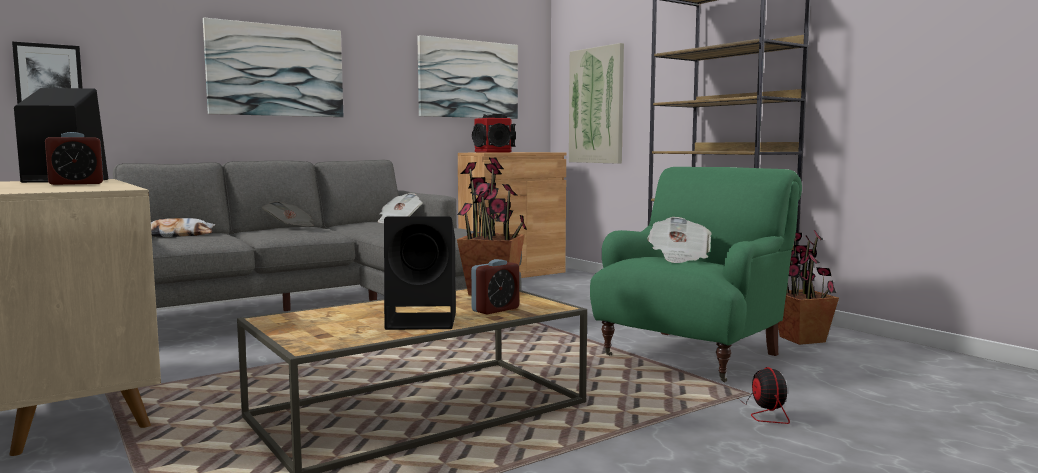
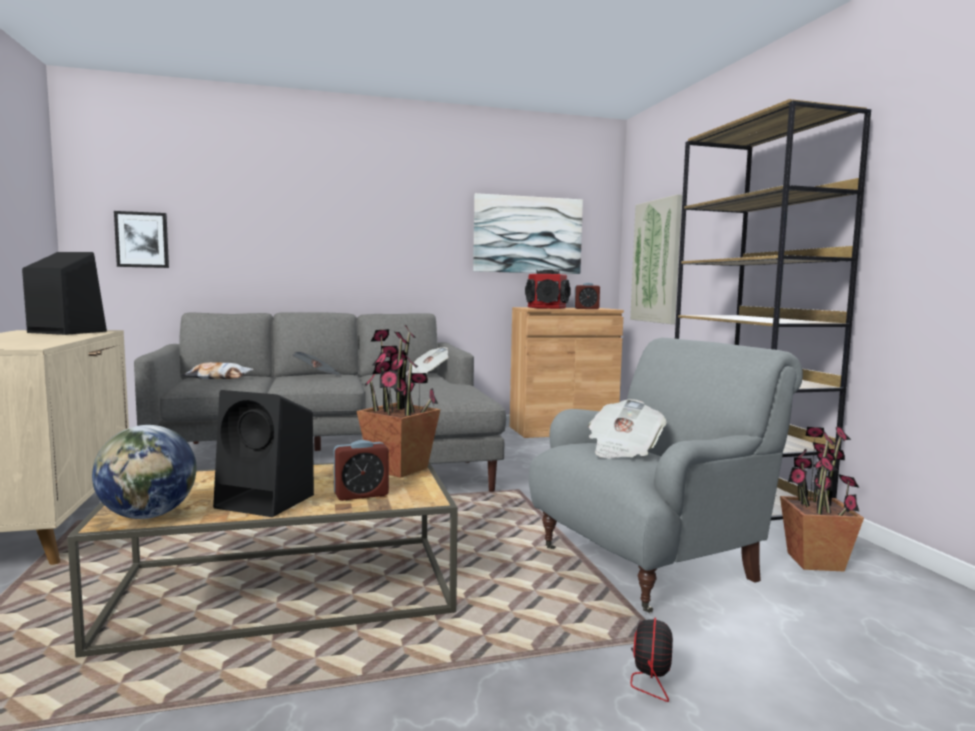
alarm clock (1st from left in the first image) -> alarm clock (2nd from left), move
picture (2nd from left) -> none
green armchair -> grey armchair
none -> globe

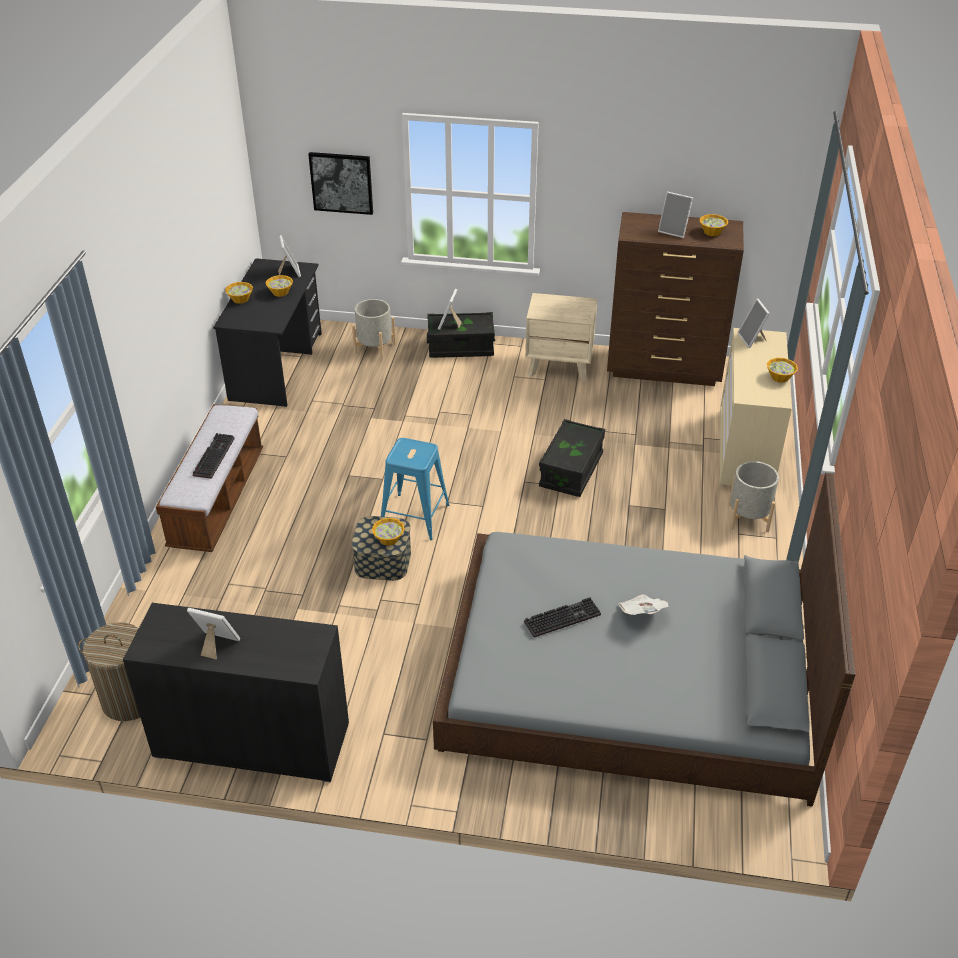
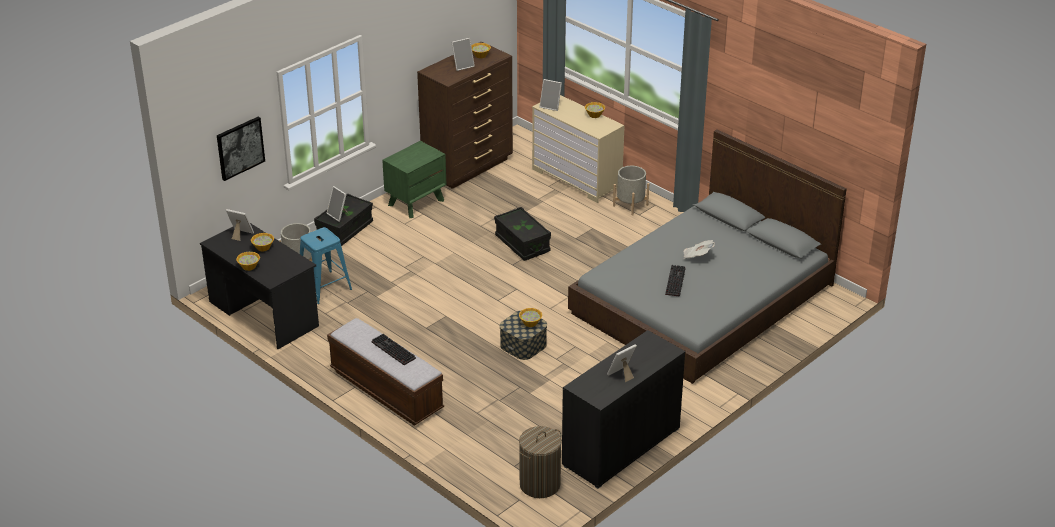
blue stool, move
beige nightstand -> green nightstand

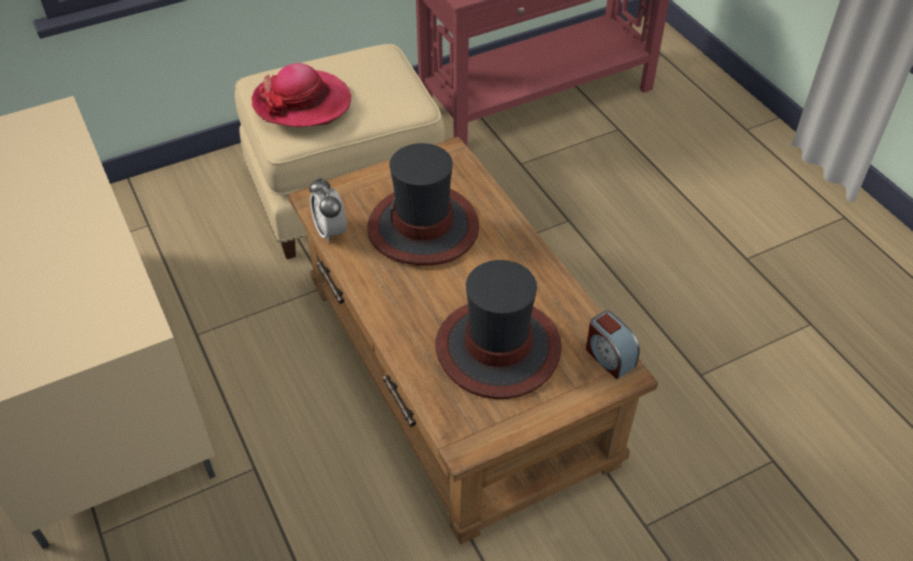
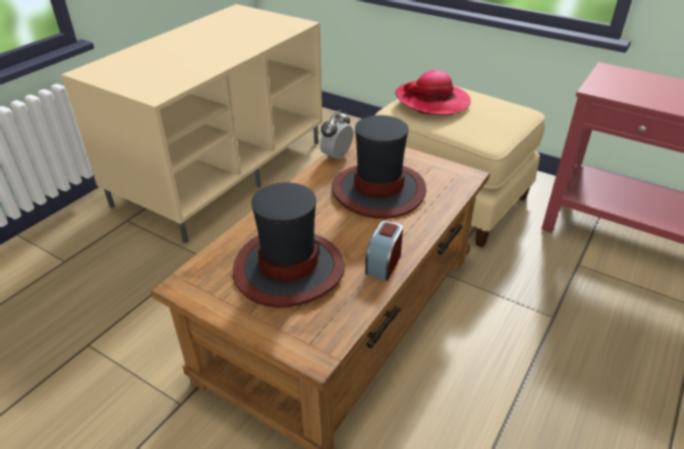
alarm clock (2nd from left), move

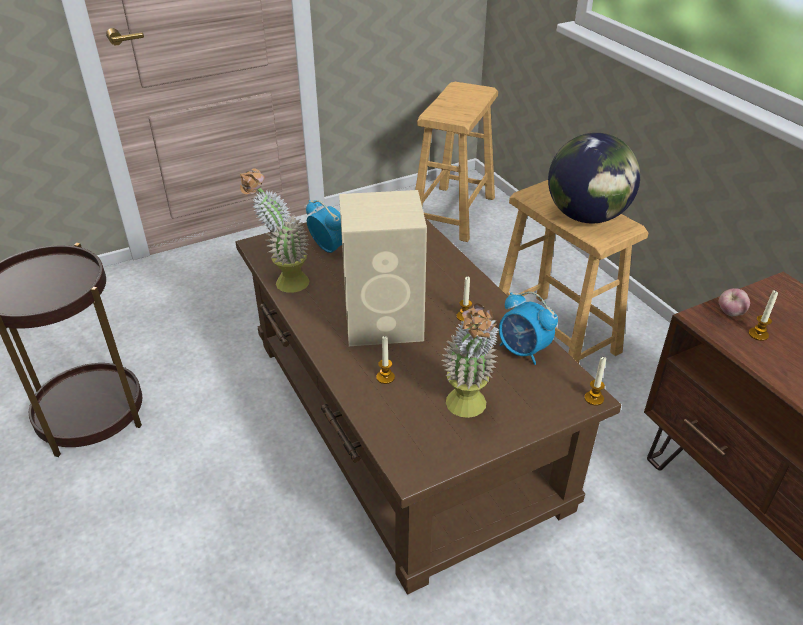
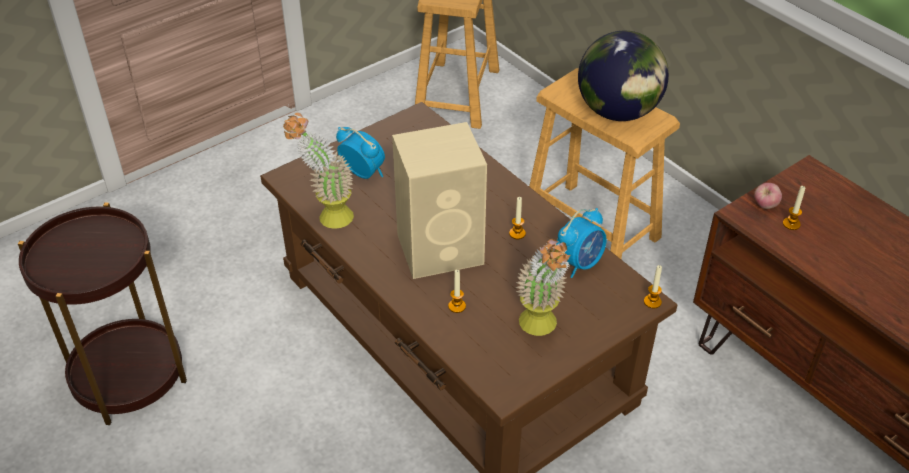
alarm clock (2nd from left), 75 degrees counterclockwise

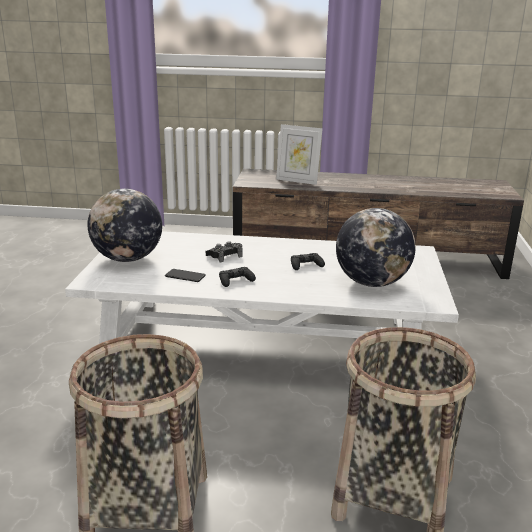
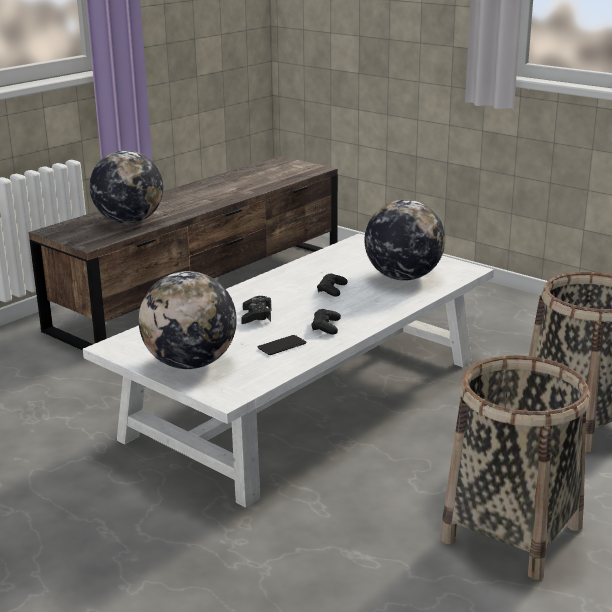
picture frame -> globe (1st from left)

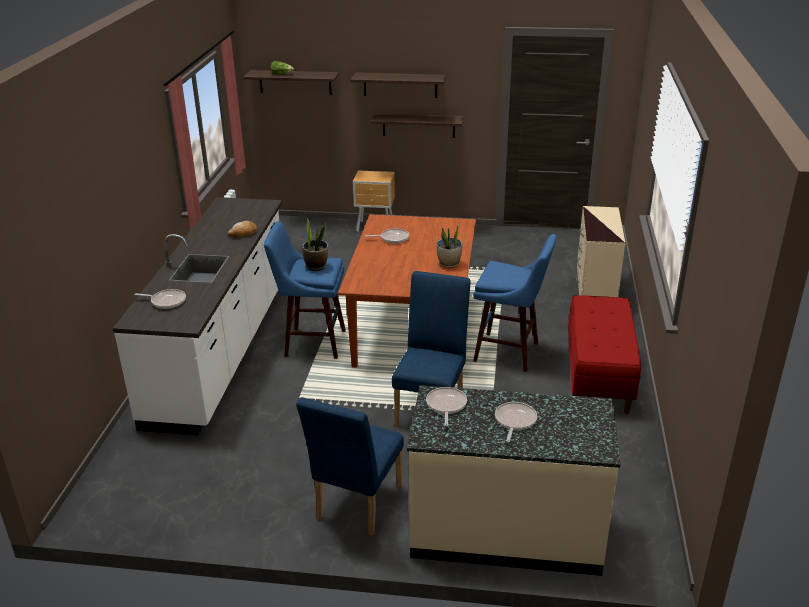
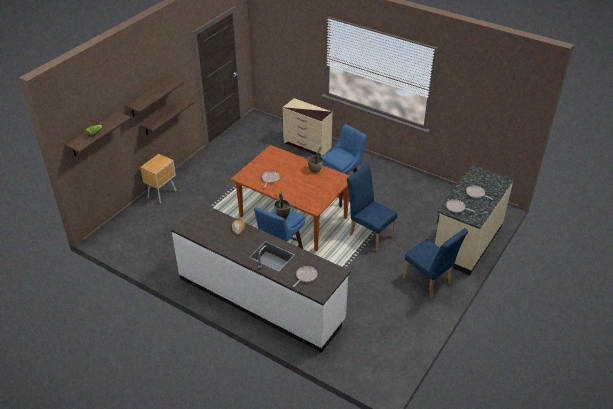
red bench -> none

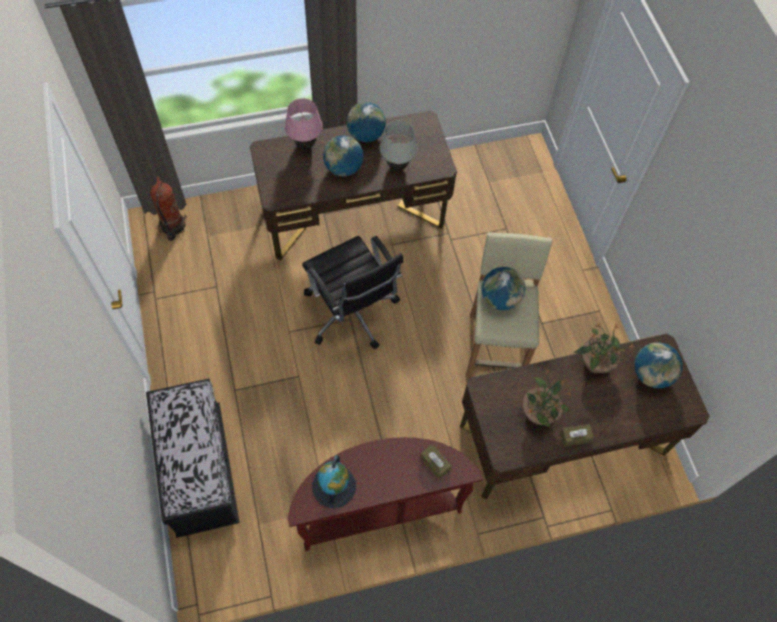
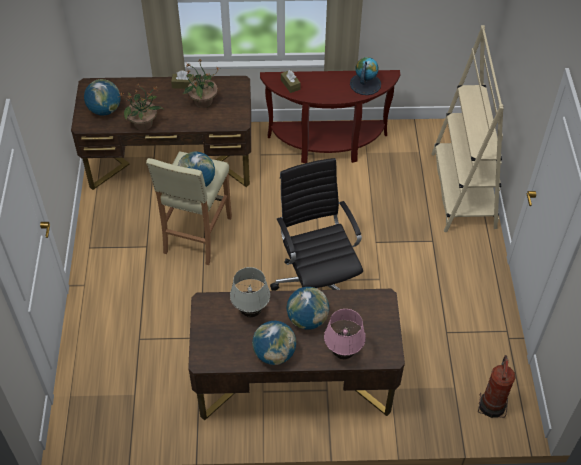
black bench -> beige bookcase

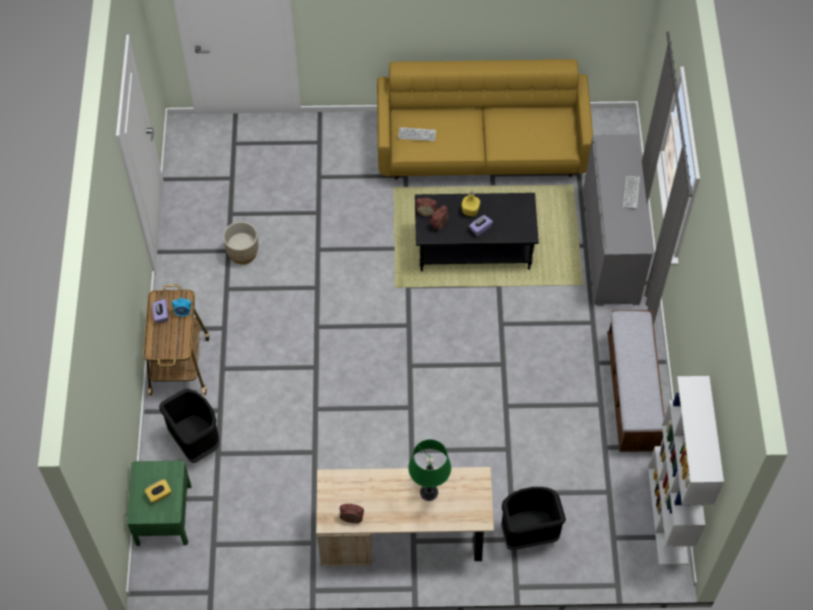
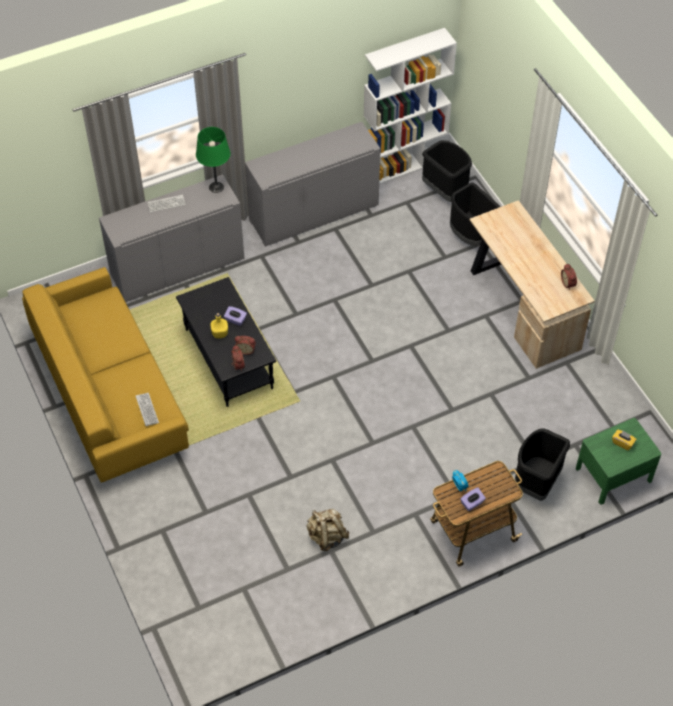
beige planter -> beige backpack
green table lamp, move
bench -> grey cabinet (2nd from left)
none -> black trash can (1st from left)

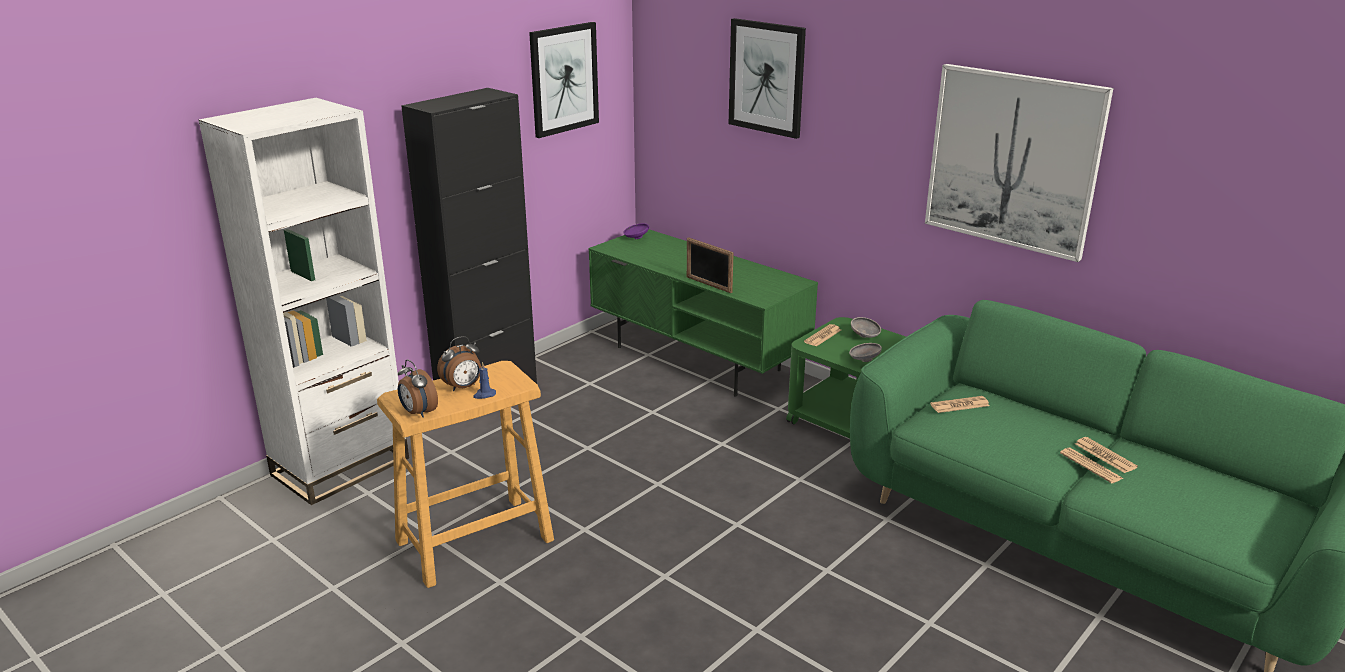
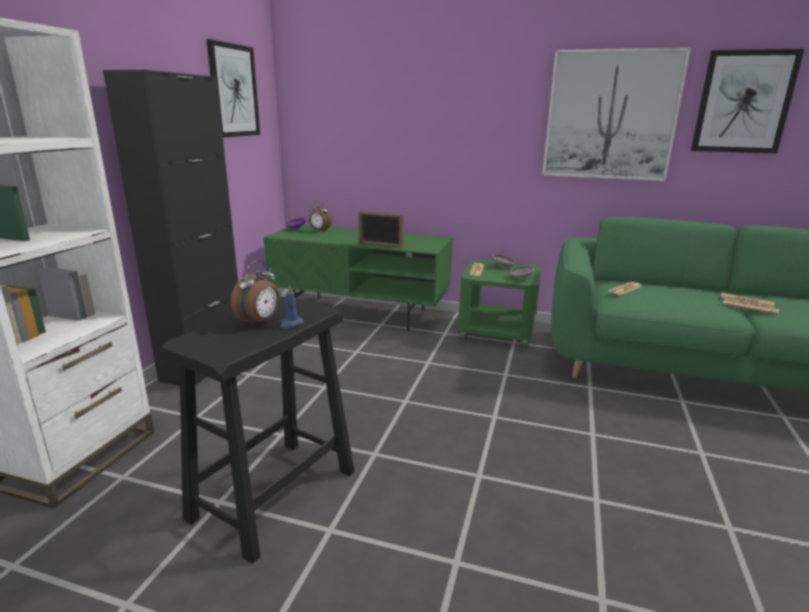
beige stool -> black stool
alarm clock (1st from left in the first image) -> alarm clock (2nd from left), move
picture (2nd from left in the first image) -> picture (3rd from left), move

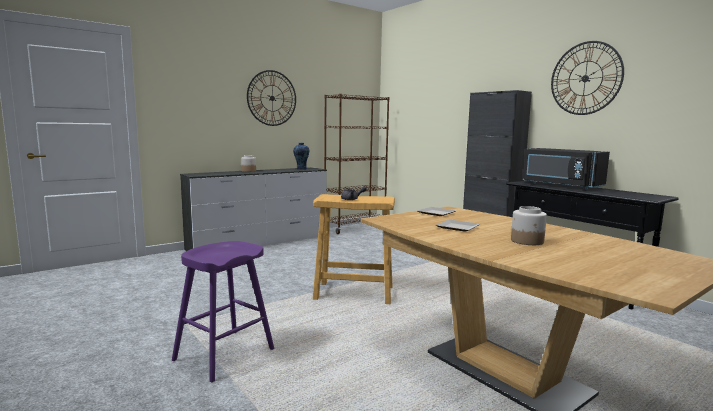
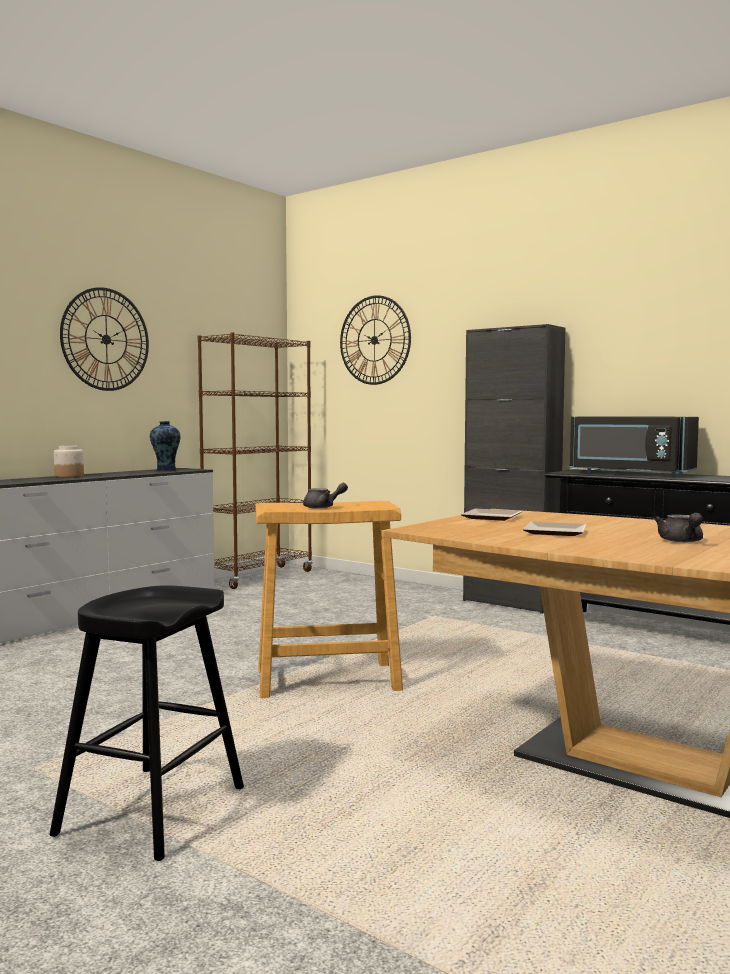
purple stool -> black stool
jar (2nd from left) -> grey teapot (2nd from left)
wall clock (2nd from left), move

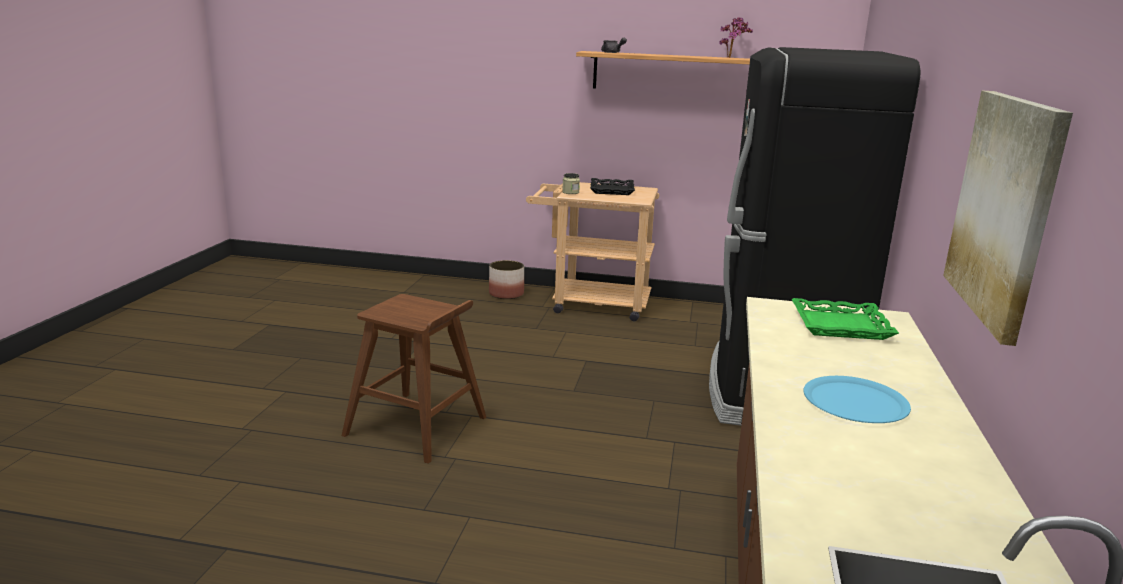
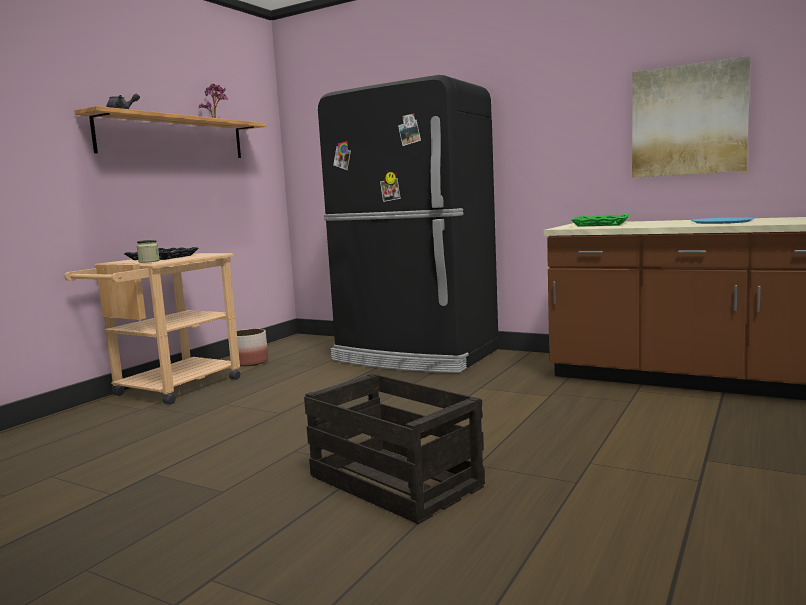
brown stool -> crate
planter, move

